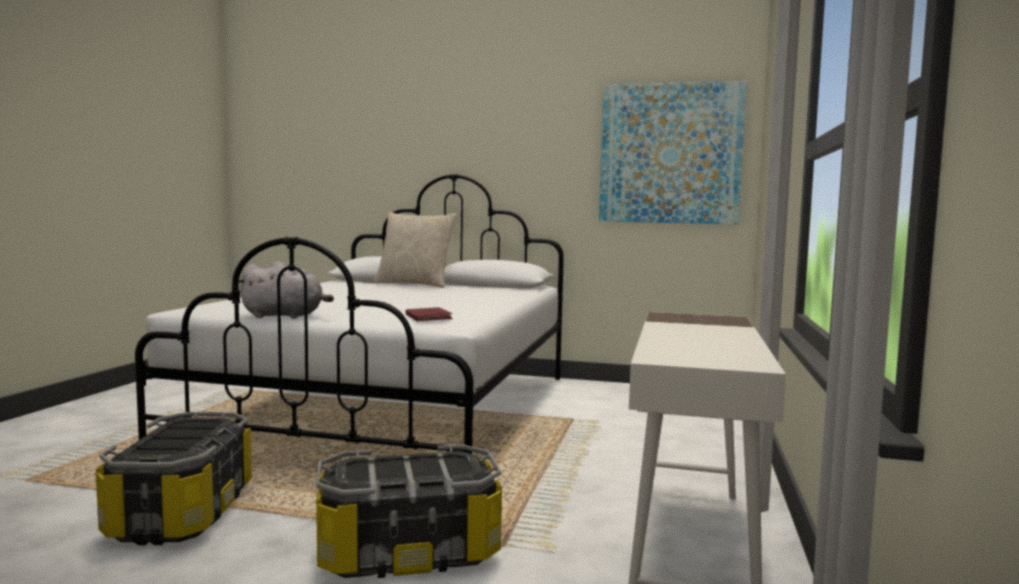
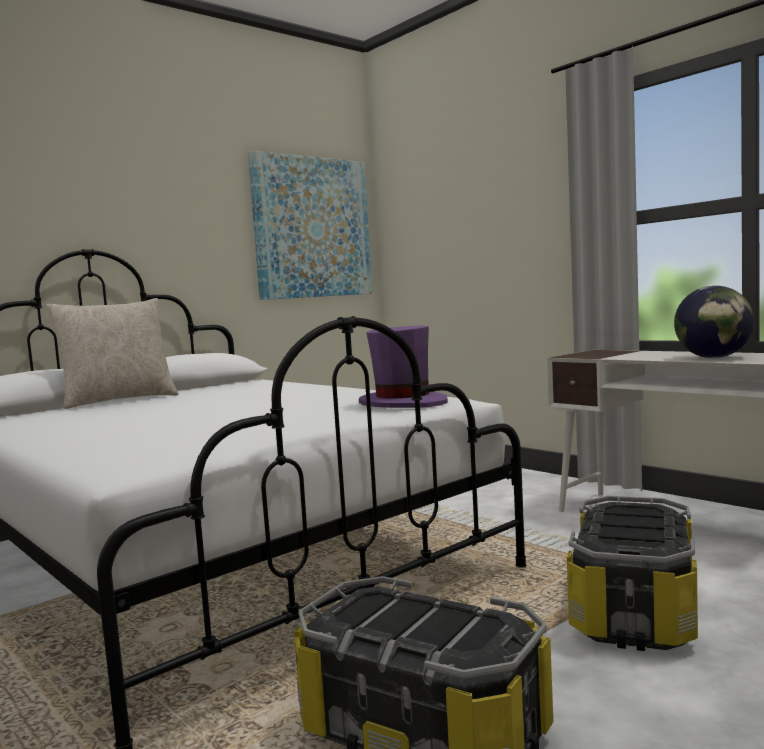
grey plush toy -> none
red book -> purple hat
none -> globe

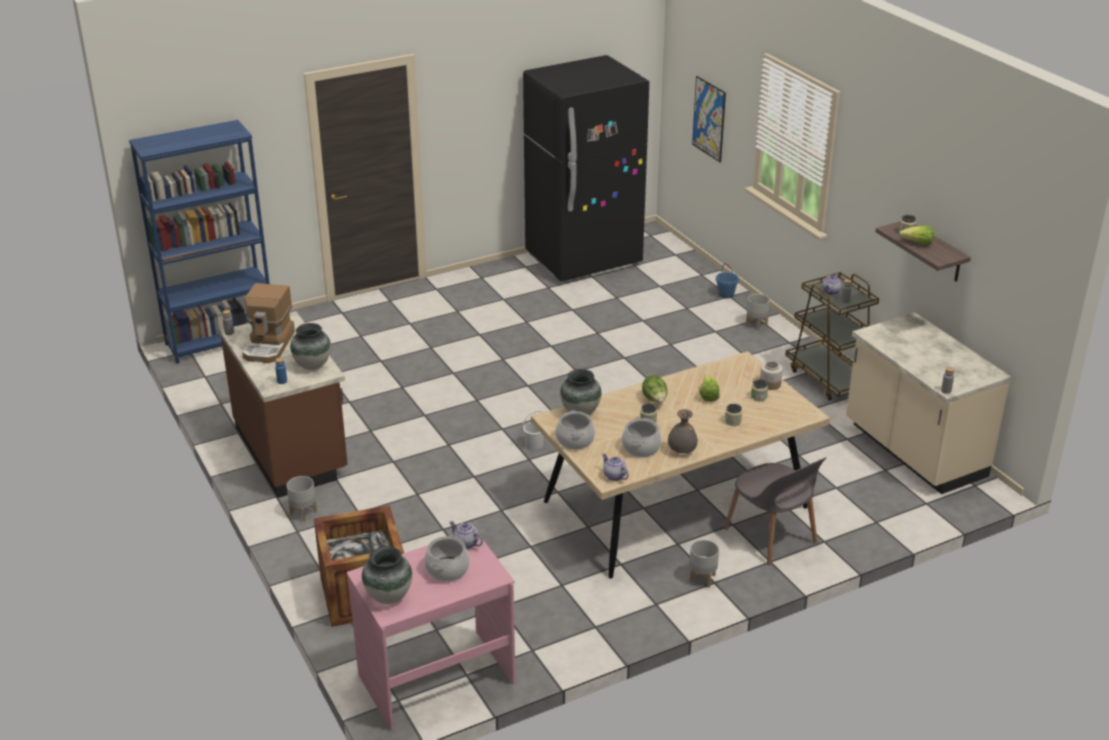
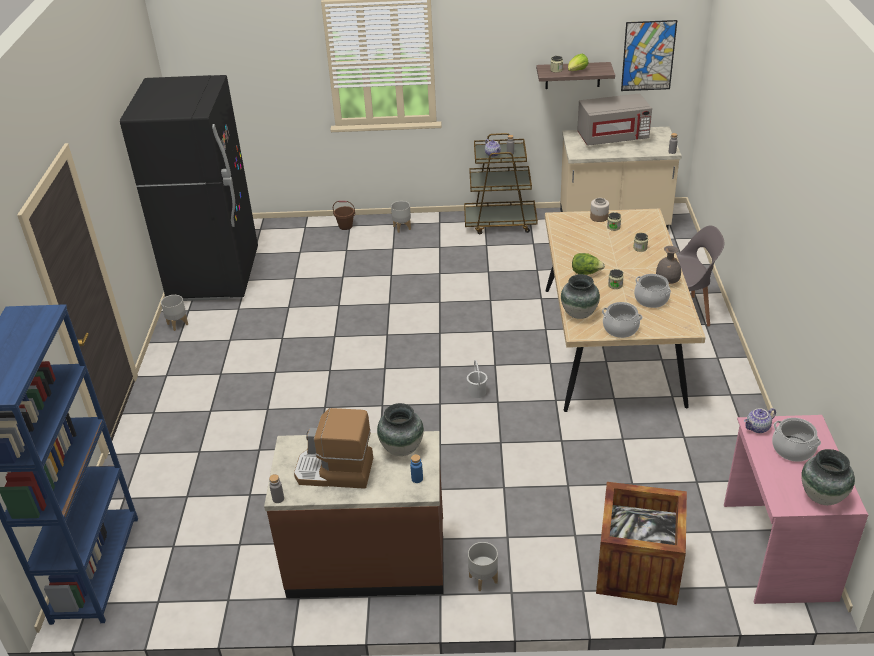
coffee machine, 150 degrees clockwise
teapot (2nd from left) -> none
grey planter (2nd from left in the first image) -> grey planter (1st from left), move
picture, move
lettuce (2nd from left) -> none
blue bucket -> brown bucket
none -> grey microwave

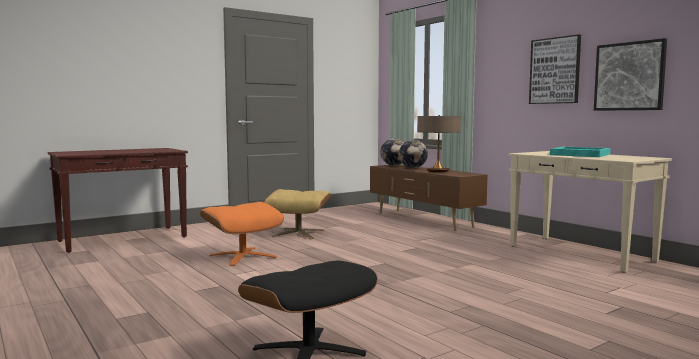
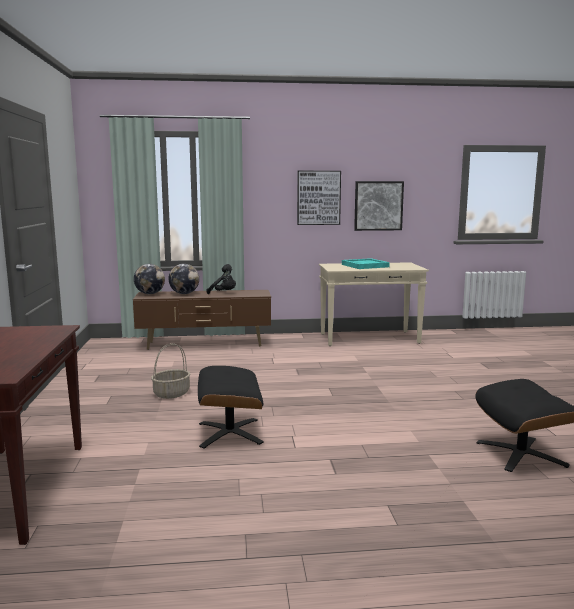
orange ottoman -> black ottoman (1st from left)
beige ottoman -> basket
table lamp -> black plush toy

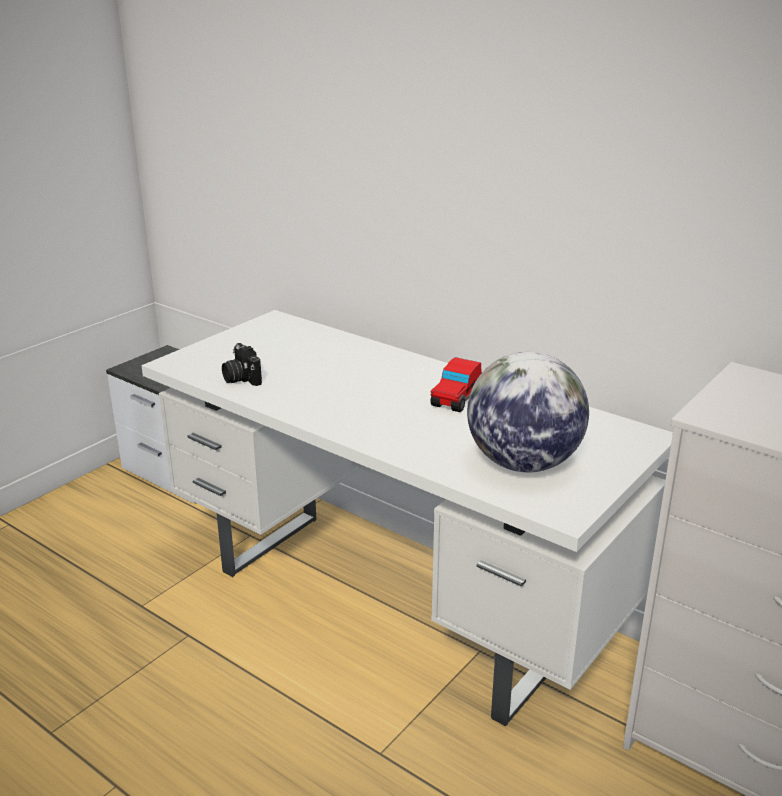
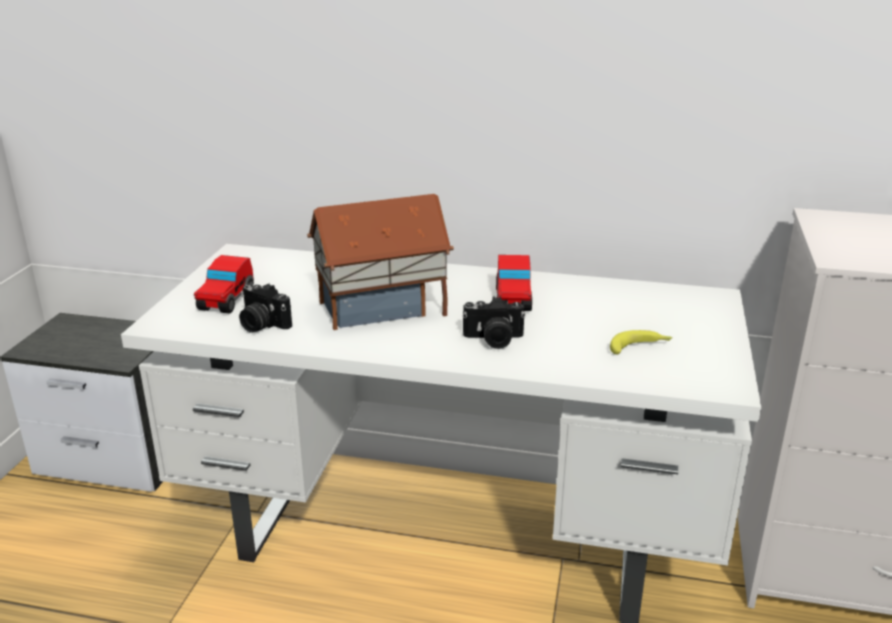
globe -> banana
none -> toy car (1st from left)
none -> toy house
none -> photo camera (2nd from left)

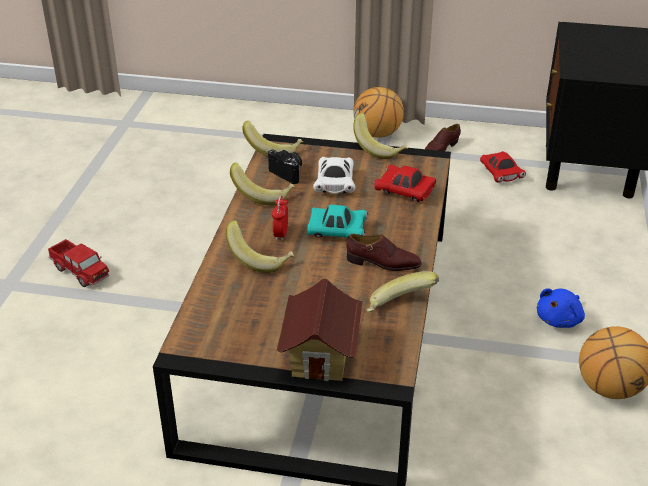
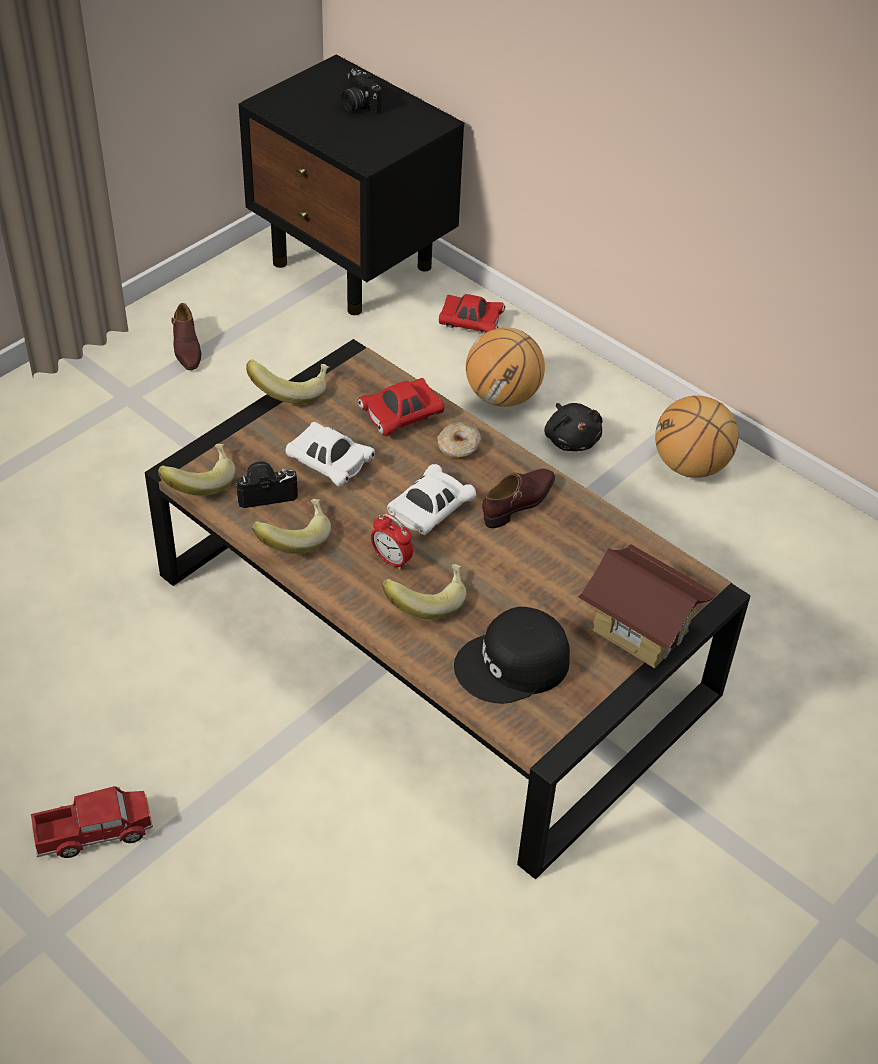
turquoise toy car -> white toy car (2nd from left)
basketball (1st from left), move
banana (5th from left) -> none
red toy car (2nd from left), move
blue plush toy -> black plush toy
none -> photo camera (2nd from left)
none -> donut
none -> black cap

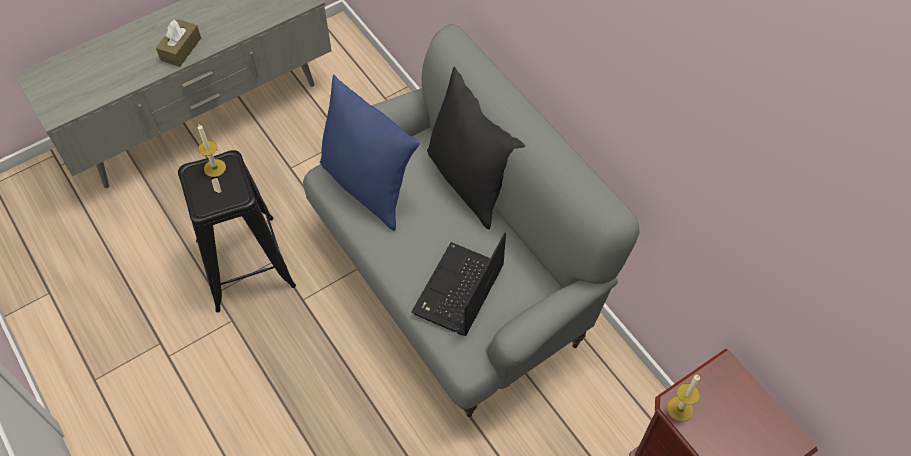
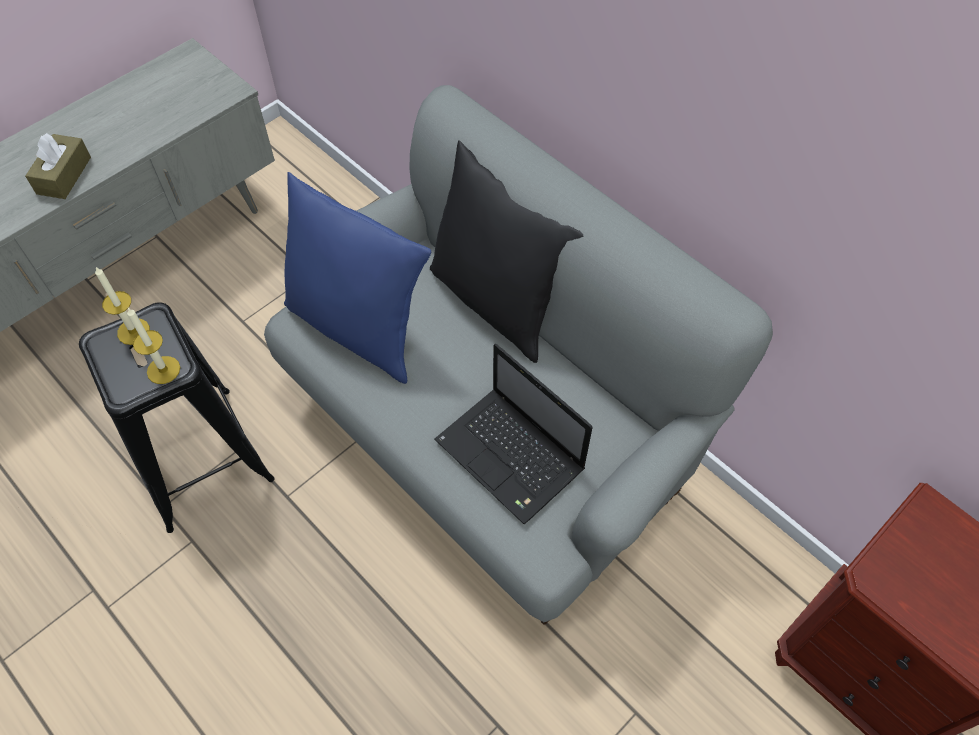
laptop, 60 degrees counterclockwise
candle (2nd from left), move

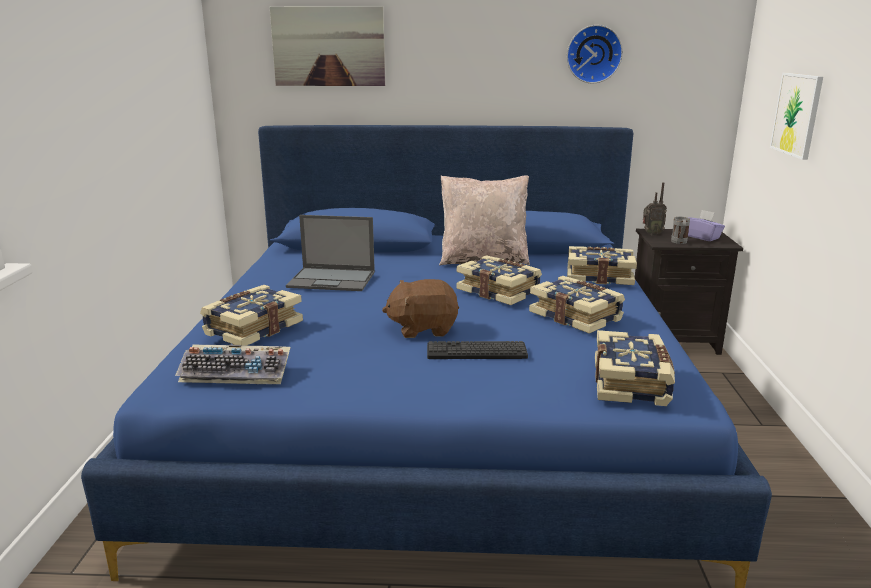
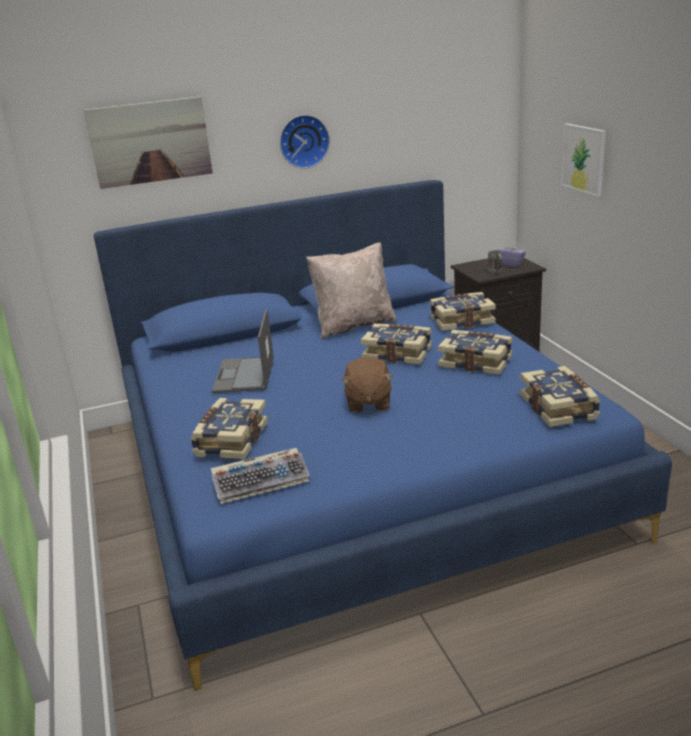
laptop, 105 degrees clockwise
brown plush toy, 60 degrees counterclockwise
keyboard (2nd from left) -> none
wall clock, move
radio -> none

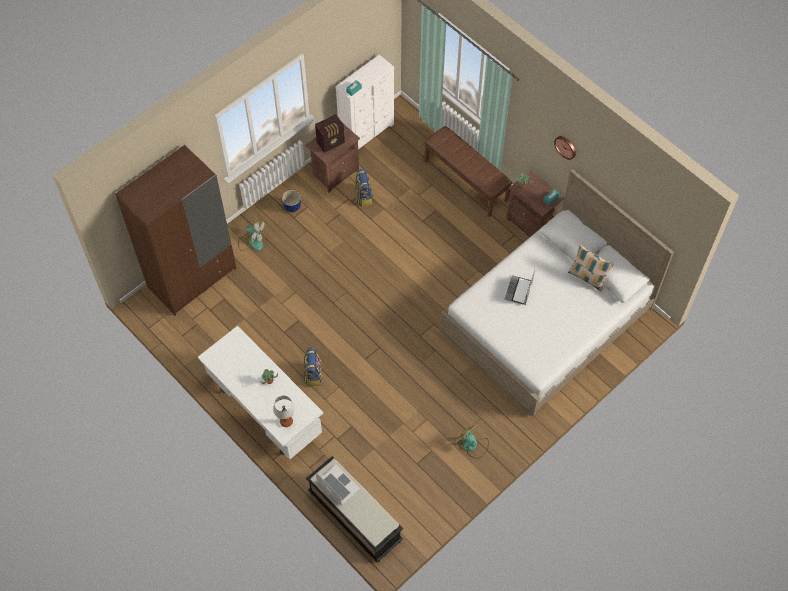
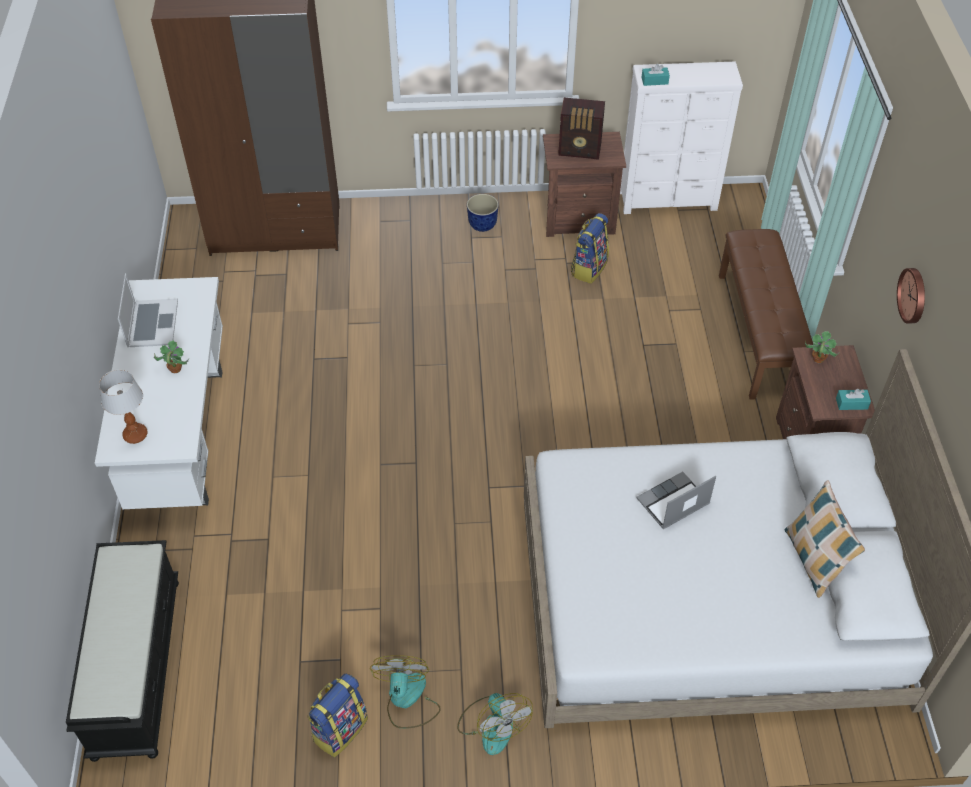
fan (1st from left in the first image) -> fan (2nd from left), move
backpack (1st from left), move
laptop (1st from left), move

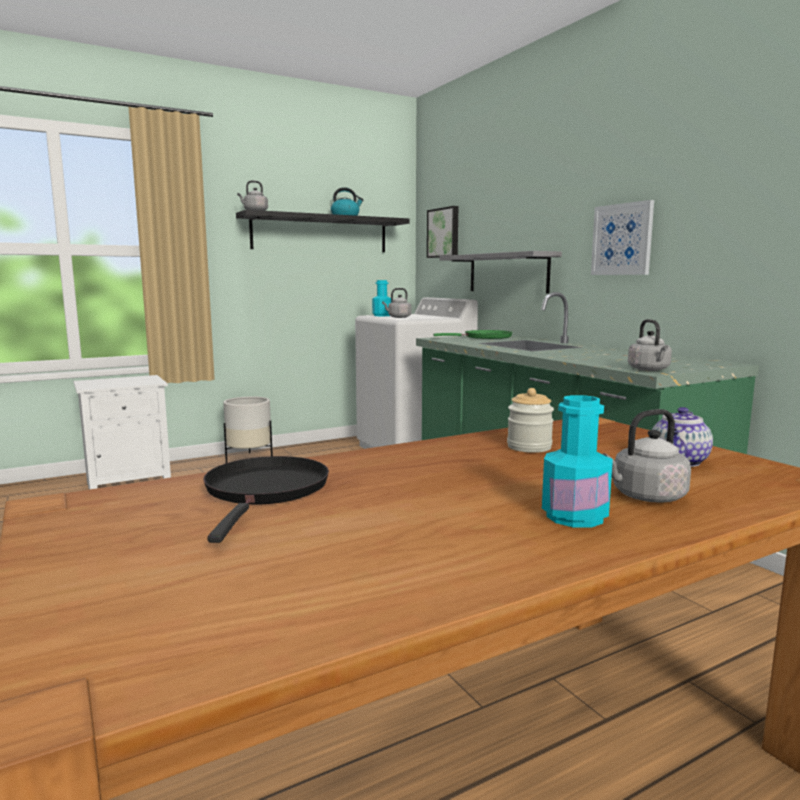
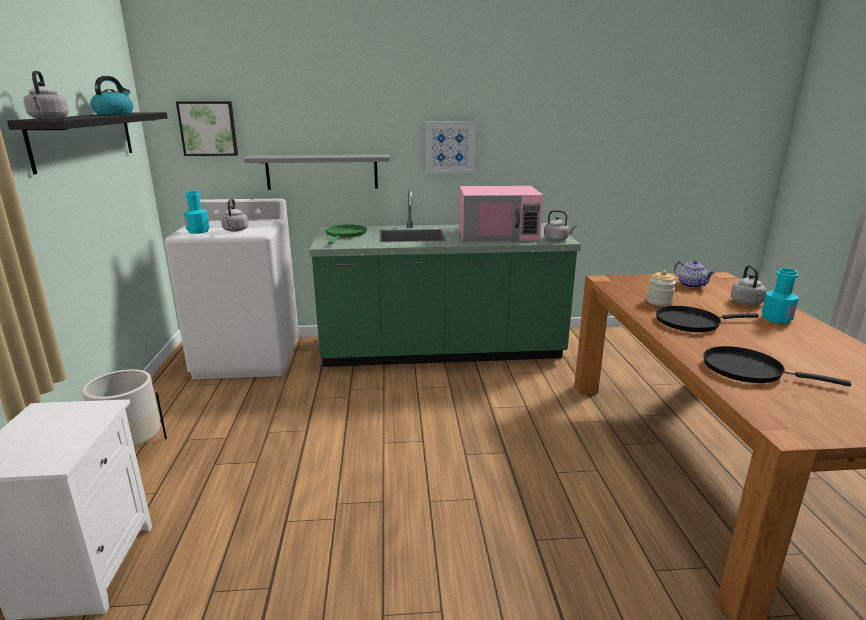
none -> pink microwave
none -> black frying pan (1st from left)

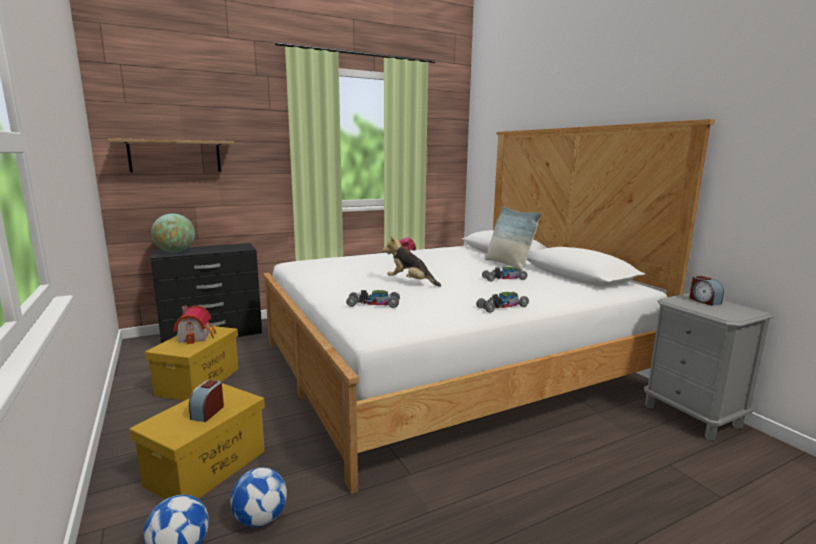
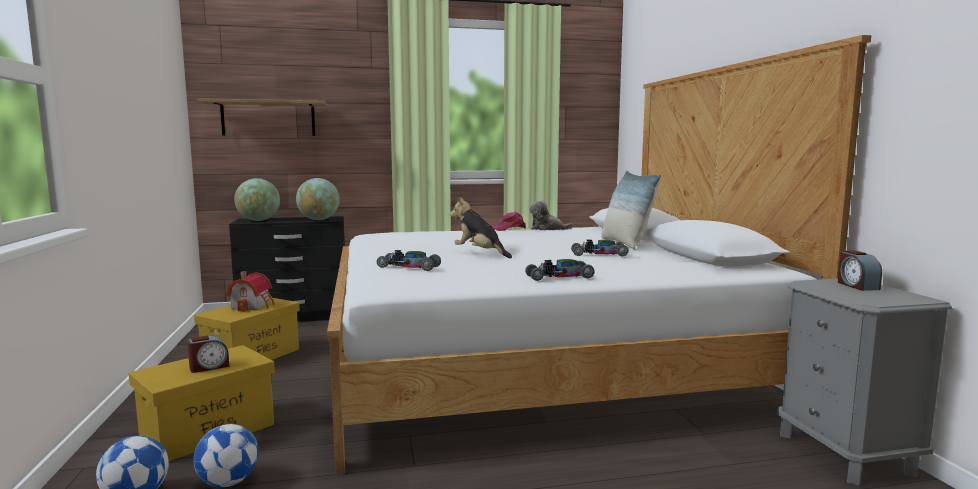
alarm clock (1st from left), 150 degrees counterclockwise
none -> globe (2nd from left)
none -> plush toy (2nd from left)

